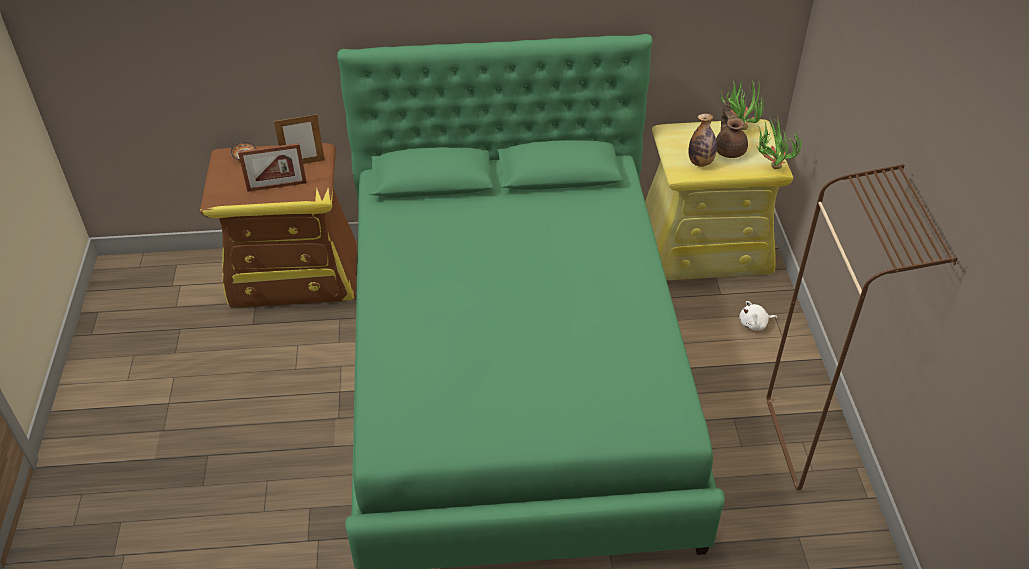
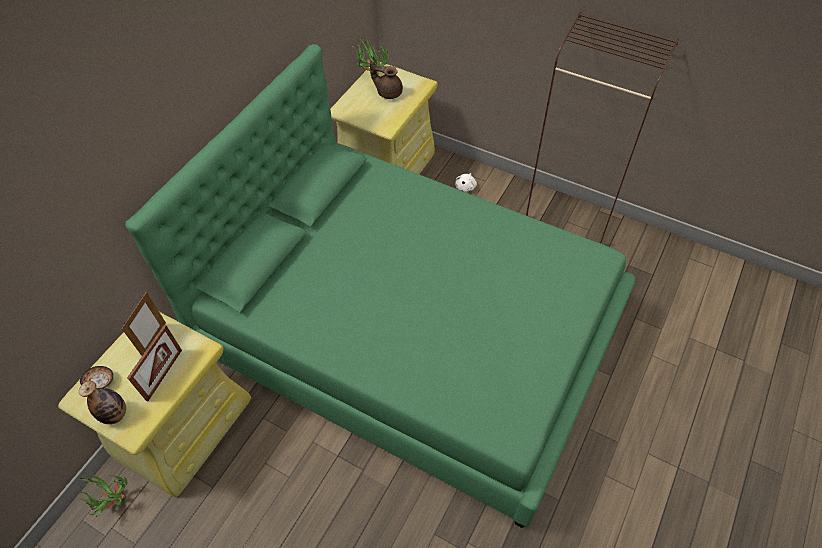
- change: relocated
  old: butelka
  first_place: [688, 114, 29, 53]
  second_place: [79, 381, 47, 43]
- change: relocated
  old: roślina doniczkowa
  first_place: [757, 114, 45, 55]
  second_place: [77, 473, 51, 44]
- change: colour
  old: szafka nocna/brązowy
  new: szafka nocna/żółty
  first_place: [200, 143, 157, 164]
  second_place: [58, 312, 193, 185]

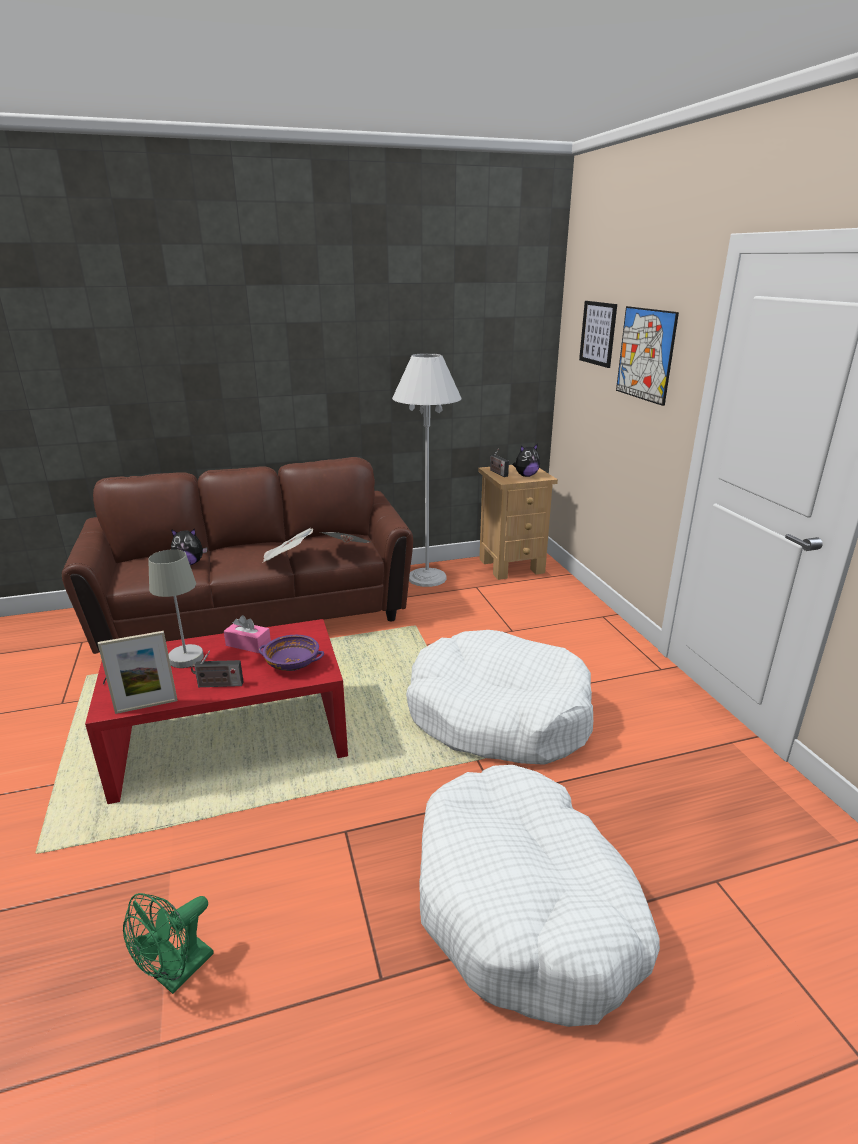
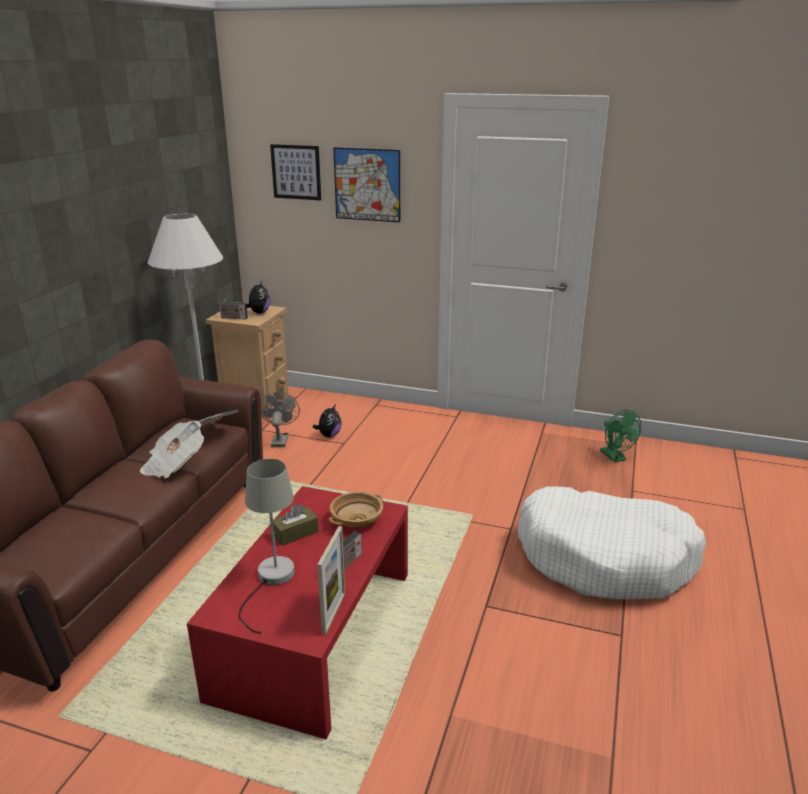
- change: relocated
  old: pluszak
  first_place: [171, 529, 36, 36]
  second_place: [313, 404, 29, 33]
- change: colour
  old: pudełko chusteczek/różowy
  new: pudełko chusteczek/brązowy
  first_place: [224, 615, 47, 38]
  second_place: [273, 504, 46, 42]
- change: missing
  old: legowisko/biały
  first_place: [406, 630, 187, 135]
- change: colour
  old: miska/fioletowy
  new: miska/beżowy
  first_place: [259, 635, 65, 36]
  second_place: [329, 492, 54, 36]
- change: relocated
  old: wentylator/zielony
  first_place: [123, 893, 91, 101]
  second_place: [600, 410, 41, 53]
- change: appeared
  new: wentylator/szary
  second_place: [261, 392, 39, 55]

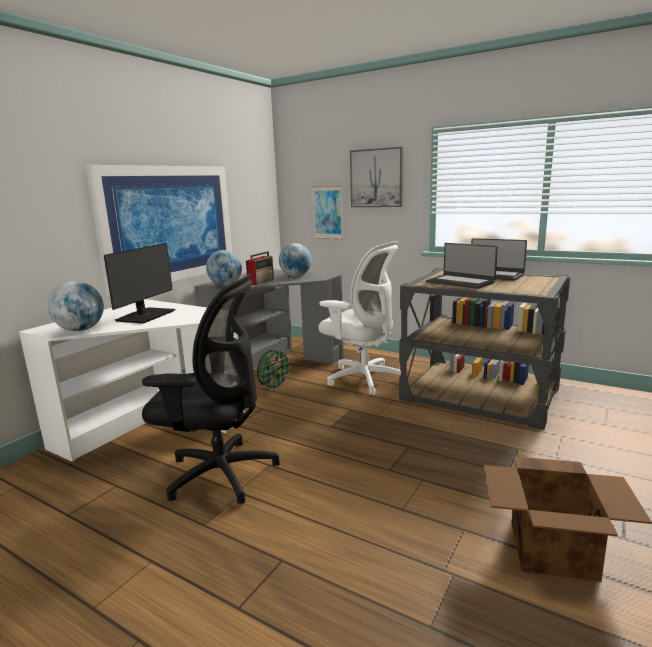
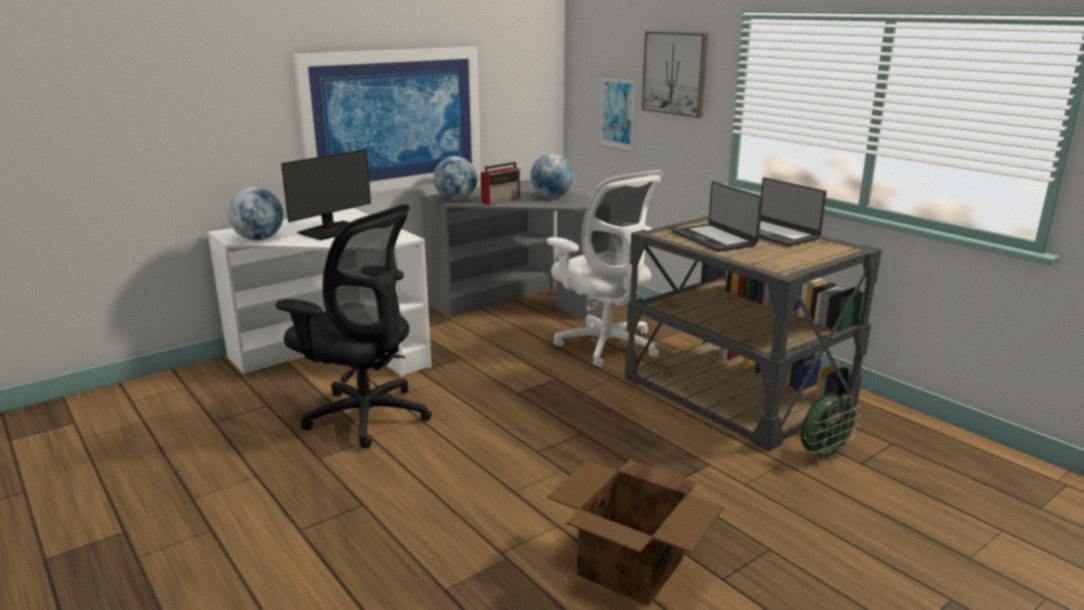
- change: relocated
  old: wentylator/zielony
  first_place: [257, 349, 35, 42]
  second_place: [801, 393, 60, 69]

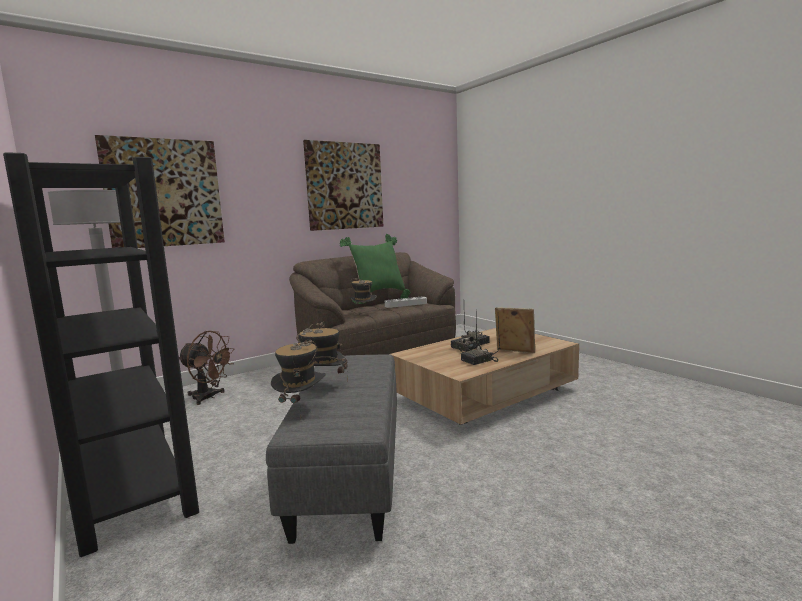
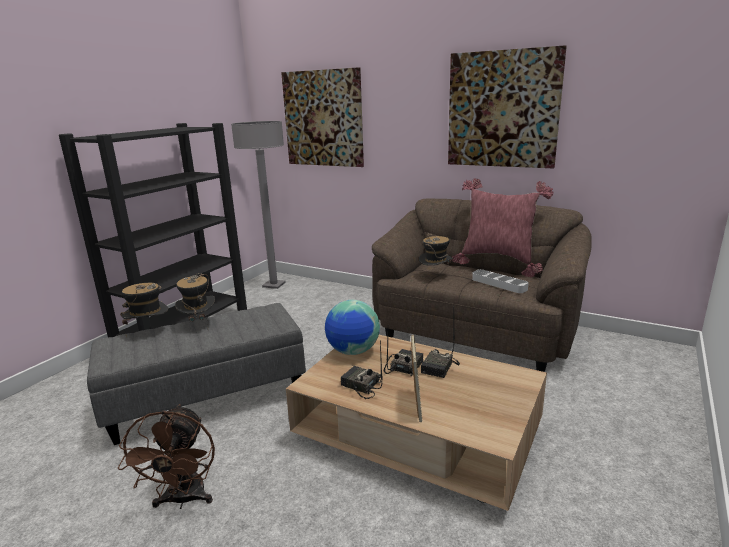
- change: colour
  old: poduszka/zielony
  new: poduszka/czerwony
  first_place: [339, 234, 72, 70]
  second_place: [452, 178, 102, 100]
- change: relocated
  old: wentylator/brązowy
  first_place: [179, 331, 56, 74]
  second_place: [118, 404, 97, 105]
- change: appeared
  new: globus
  second_place: [325, 300, 55, 55]

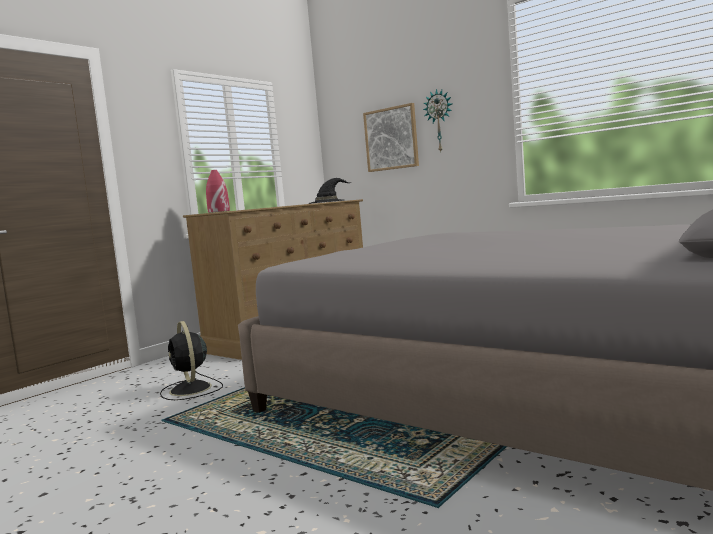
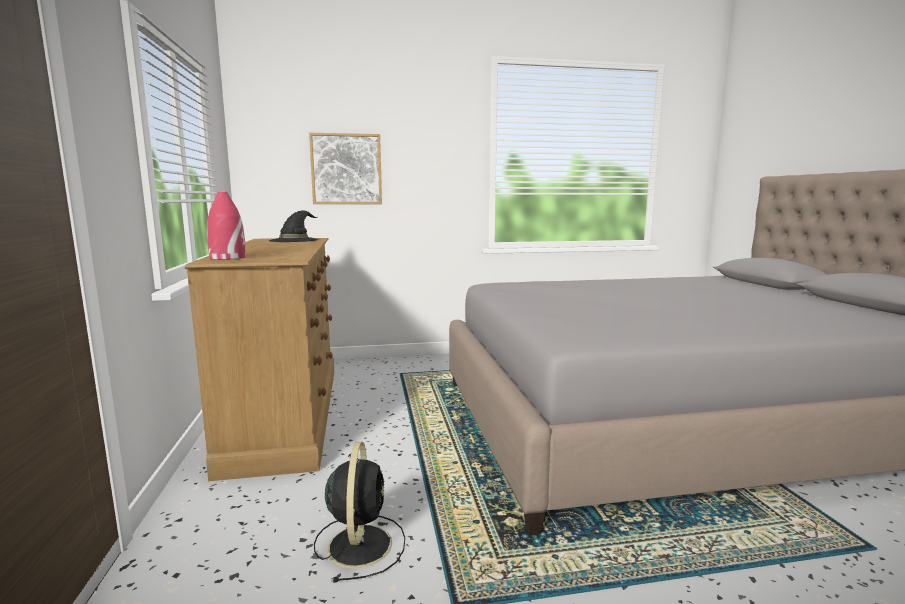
- change: missing
  old: zegar ścienny
  first_place: [423, 89, 29, 63]
- change: spun
  old: wentylator/czarny
  first_place: [160, 321, 63, 79]
  second_place: [314, 442, 91, 141]
  degrees: -105

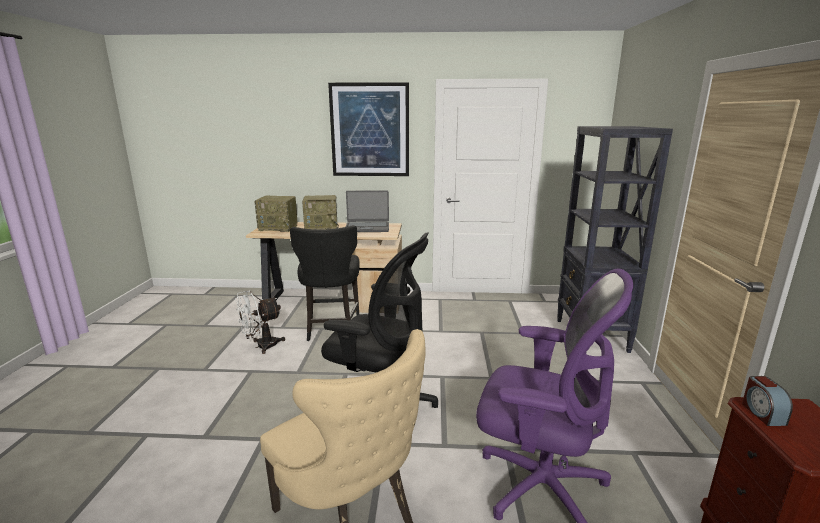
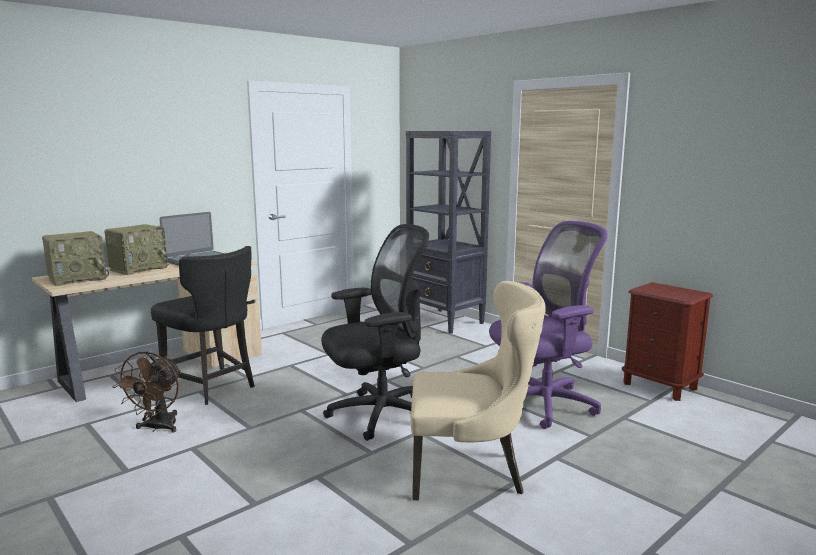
- change: missing
  old: obraz
  first_place: [328, 82, 81, 94]
- change: colour
  old: wentylator/biały
  new: wentylator/brązowy
  first_place: [235, 290, 50, 64]
  second_place: [113, 351, 68, 82]
- change: missing
  old: budzik
  first_place: [742, 376, 51, 50]

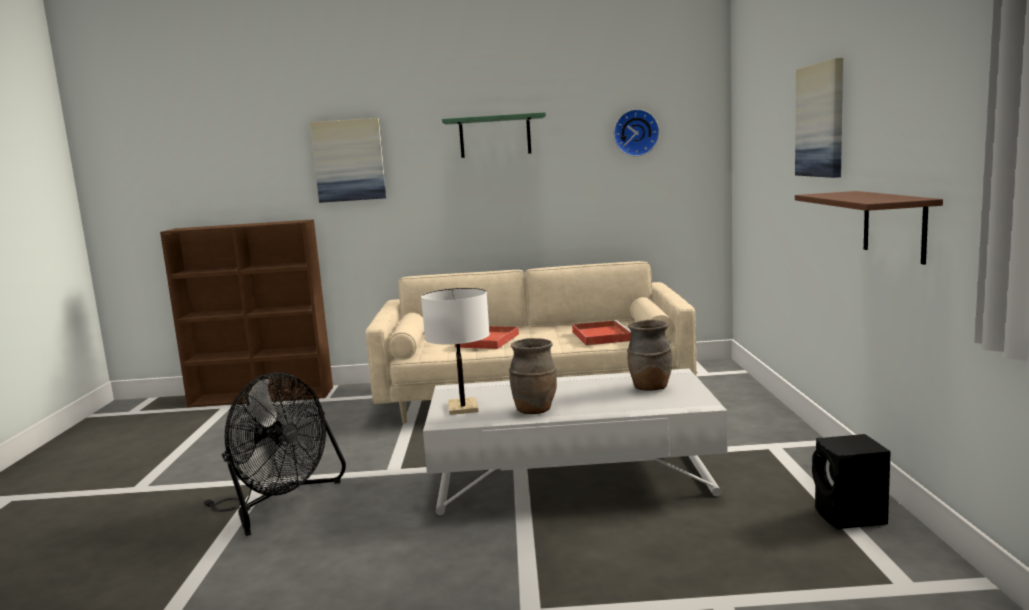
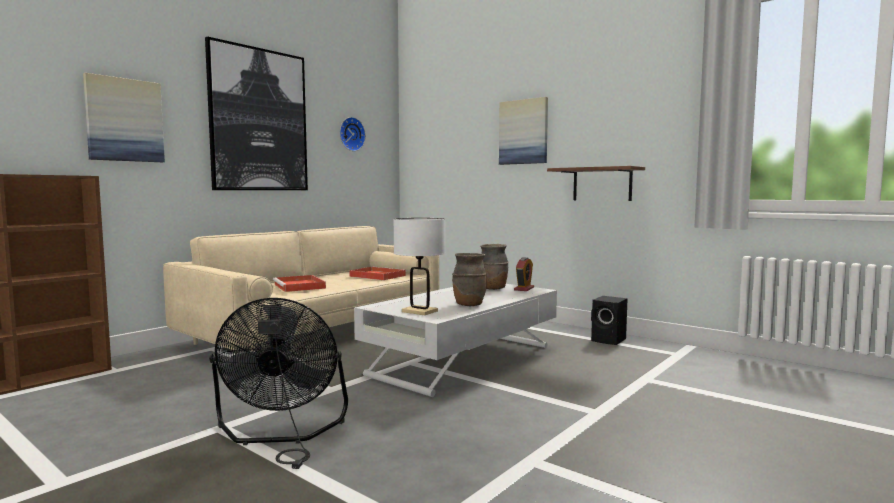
- change: exchanged
  old: półka/zielony
  new: obraz
  first_place: [442, 112, 104, 46]
  second_place: [205, 37, 103, 153]
- change: spun
  old: wentylator/czarny
  first_place: [204, 372, 142, 164]
  second_place: [209, 298, 139, 171]
  degrees: -75
- change: appeared
  new: budzik
  second_place: [514, 257, 20, 34]

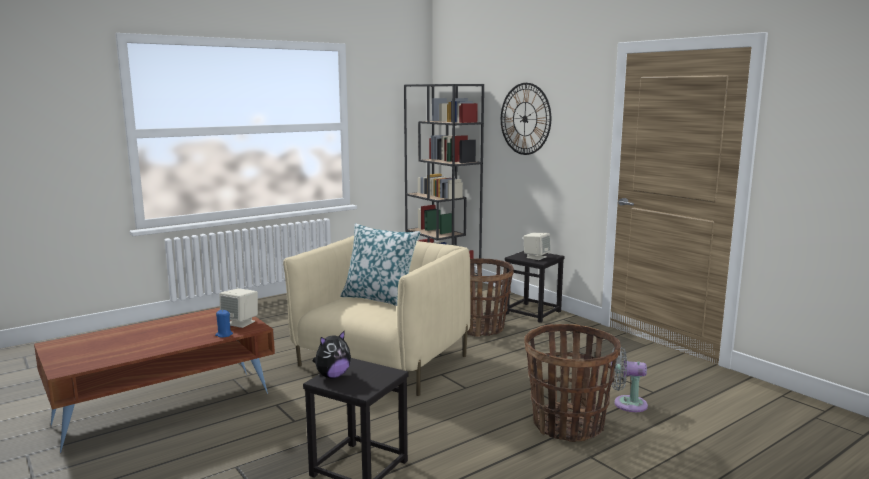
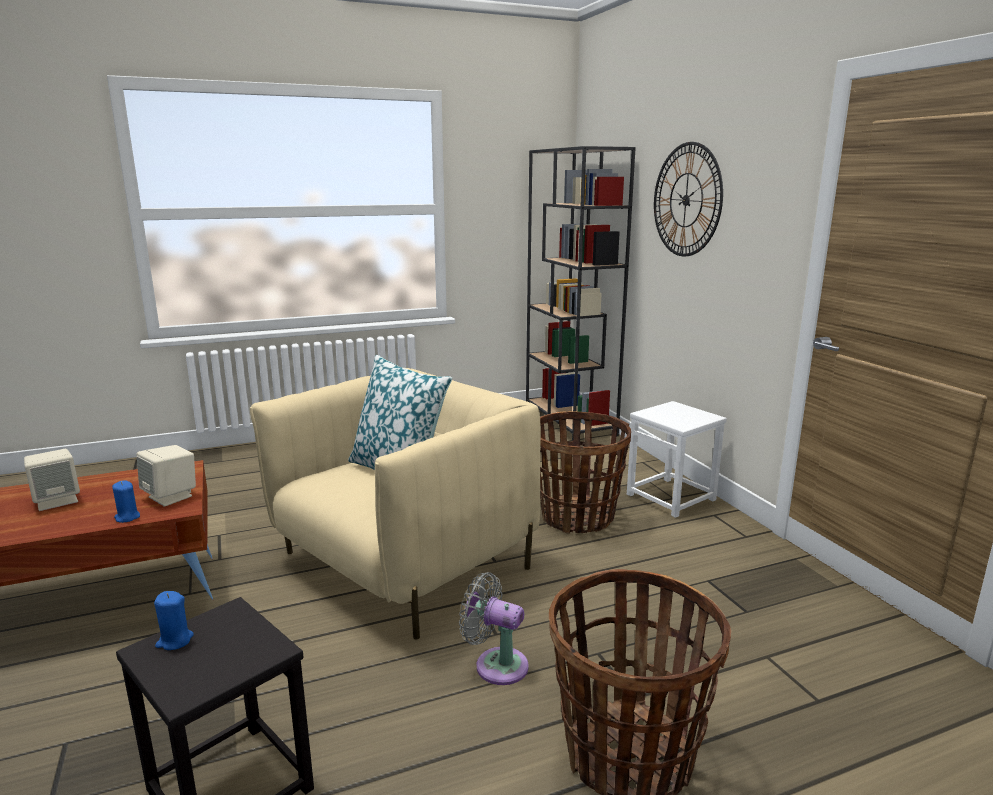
- change: relocated
  old: głośnik/beżowy
  first_place: [523, 233, 27, 27]
  second_place: [24, 449, 56, 62]
- change: colour
  old: stołek/czarny
  new: stołek/biały
  first_place: [504, 251, 61, 72]
  second_place: [627, 401, 100, 117]
- change: exchanged
  old: pluszak
  new: świeca/niebieski
  first_place: [313, 330, 38, 49]
  second_place: [154, 591, 40, 59]
- change: relocated
  old: wentylator/szary
  first_place: [611, 347, 37, 65]
  second_place: [459, 572, 70, 113]

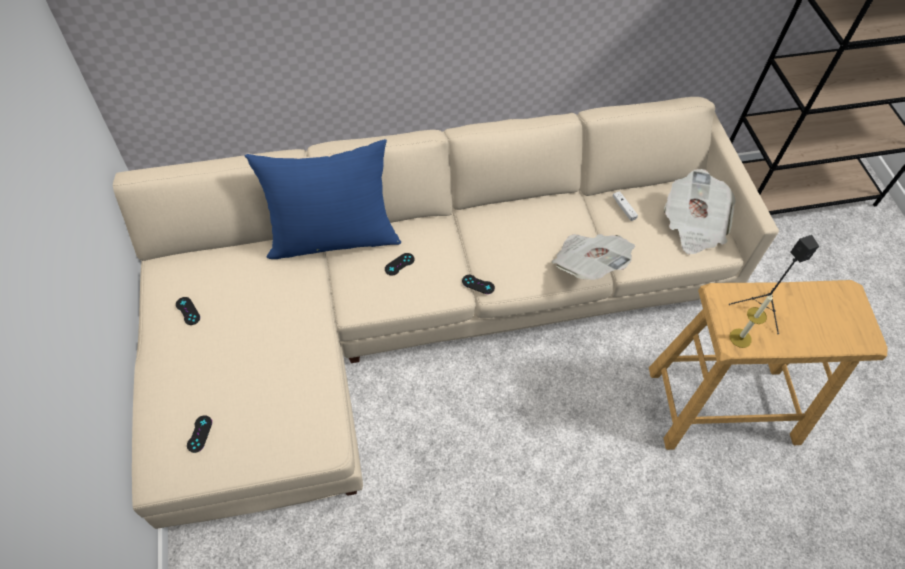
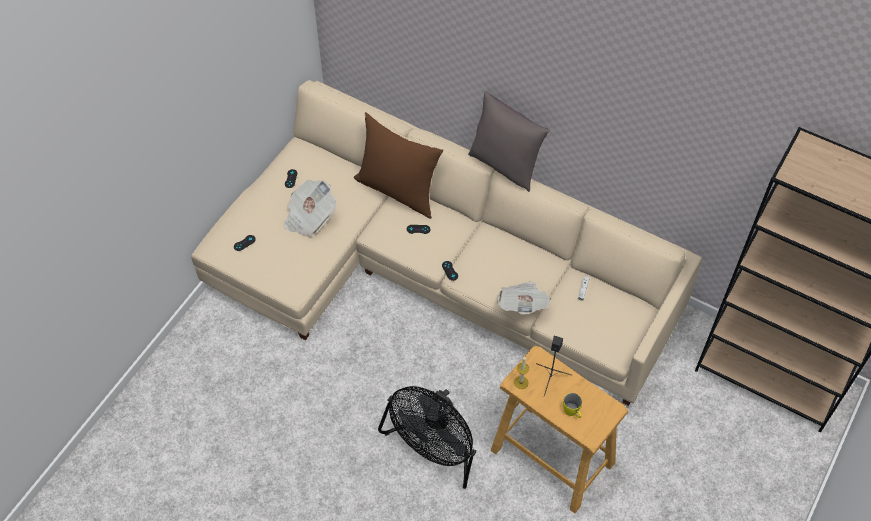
- change: colour
  old: poduszka/niebieski
  new: poduszka/brązowy
  first_place: [245, 139, 156, 120]
  second_place: [354, 112, 89, 107]
- change: relocated
  old: gazeta
  first_place: [664, 169, 72, 86]
  second_place: [283, 180, 53, 57]
- change: appeared
  new: poduszka/szary
  second_place: [468, 91, 81, 101]
- change: appeared
  new: wentylator/czarny
  second_place: [378, 386, 98, 103]
- change: appeared
  new: kubek/żółty
  second_place: [563, 393, 19, 25]

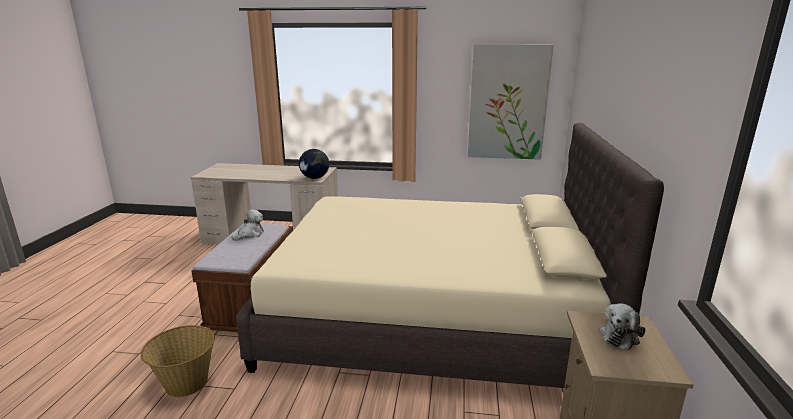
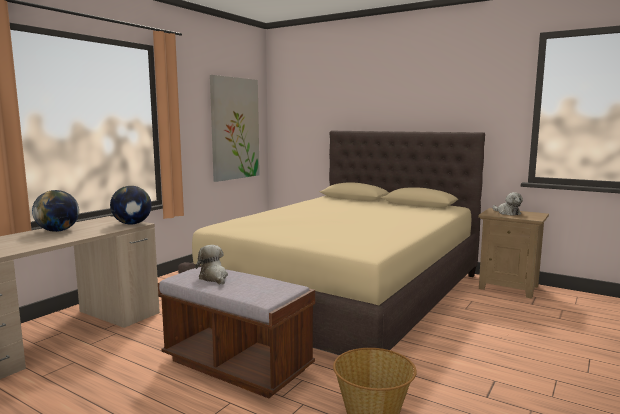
- change: appeared
  new: globus
  second_place: [32, 190, 47, 42]

